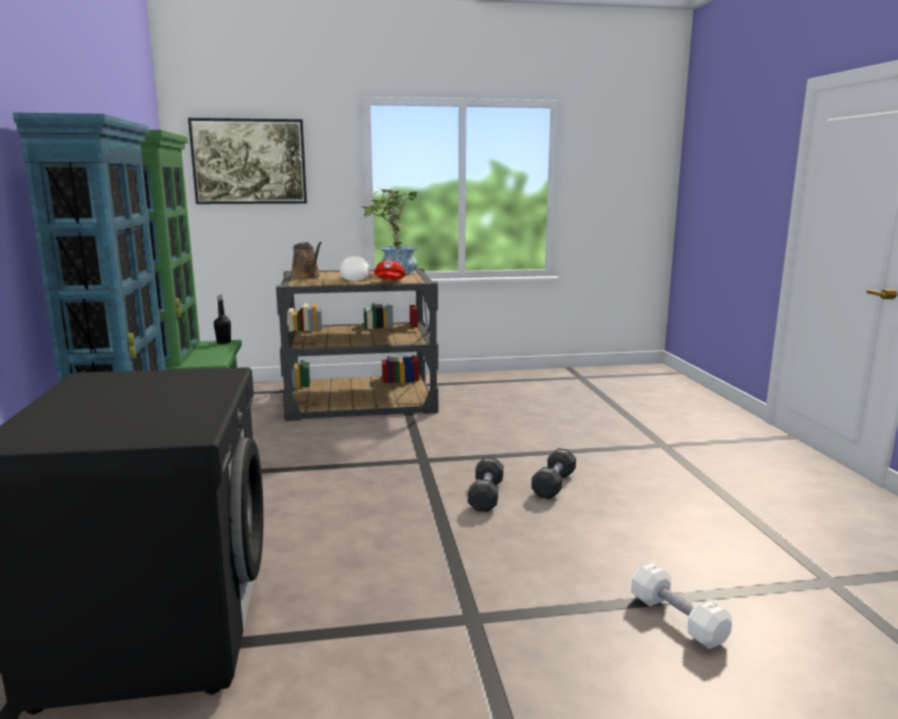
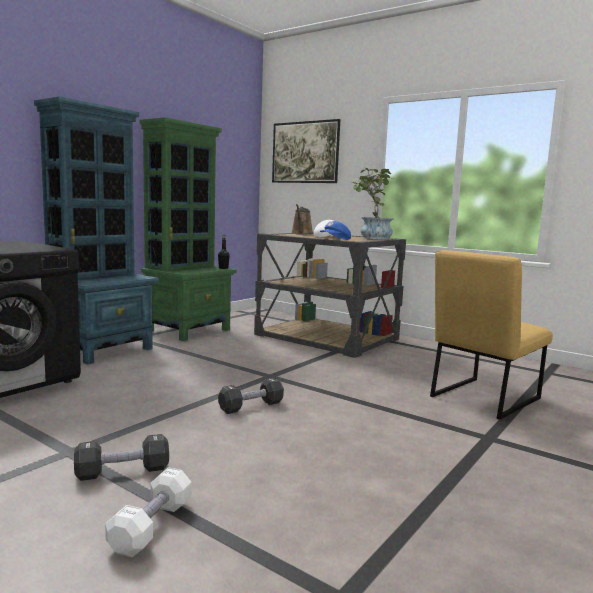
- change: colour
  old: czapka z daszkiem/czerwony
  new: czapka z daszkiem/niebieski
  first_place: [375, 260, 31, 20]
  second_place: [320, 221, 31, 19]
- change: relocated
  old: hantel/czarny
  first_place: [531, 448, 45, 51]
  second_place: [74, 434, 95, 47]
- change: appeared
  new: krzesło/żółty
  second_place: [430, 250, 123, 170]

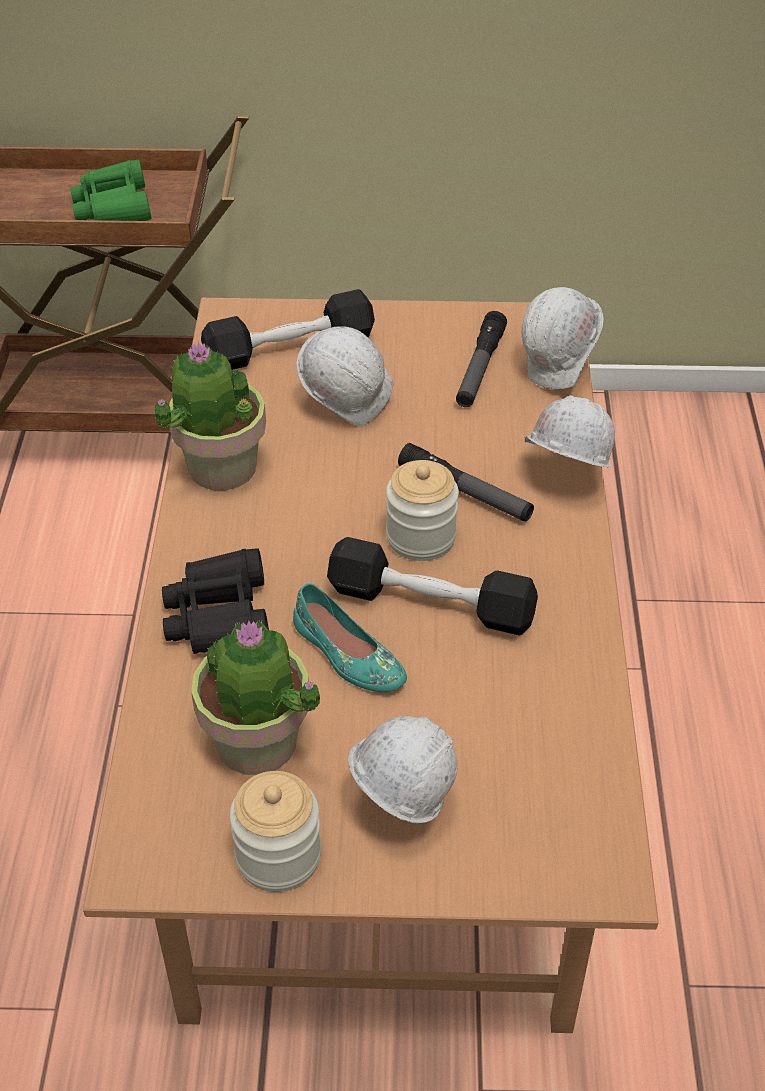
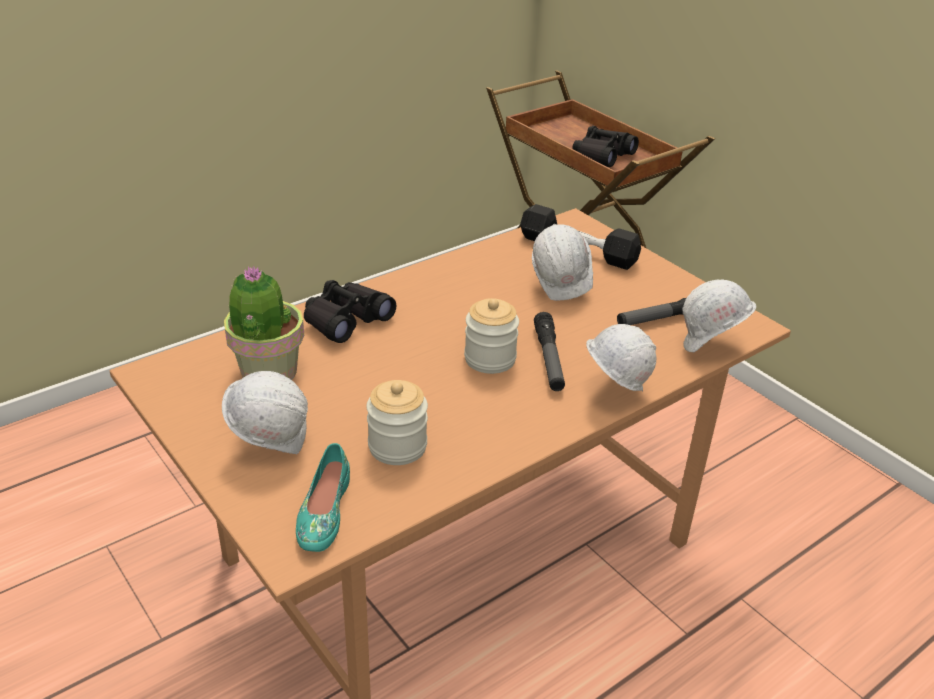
- change: colour
  old: lornetka/zielony
  new: lornetka/czarny
  first_place: [70, 160, 82, 61]
  second_place: [573, 126, 66, 41]
- change: missing
  old: roślina doniczkowa
  first_place: [154, 342, 112, 148]
- change: missing
  old: hantel/czarny
  first_place: [327, 537, 211, 99]
- change: relocated
  old: but/turkusowy
  first_place: [293, 583, 114, 109]
  second_place: [296, 443, 54, 109]
- change: relocated
  old: słoik
  first_place: [230, 771, 91, 121]
  second_place: [366, 380, 62, 85]

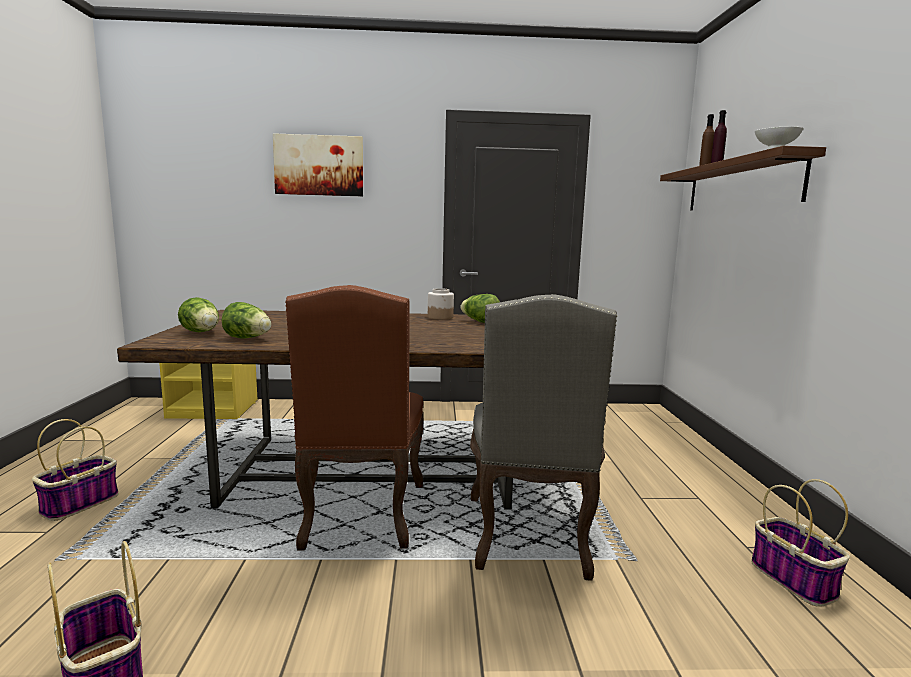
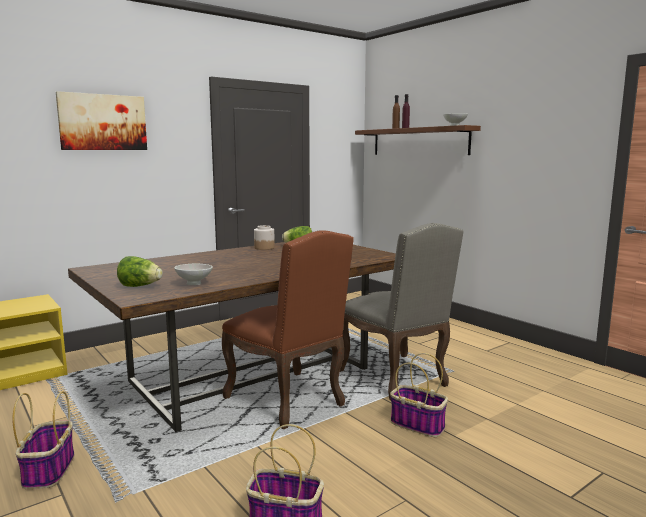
- change: exchanged
  old: sałata
  new: miska/biały
  first_place: [221, 302, 50, 37]
  second_place: [174, 264, 39, 21]
- change: relocated
  old: koszyk
  first_place: [751, 479, 99, 128]
  second_place: [390, 353, 58, 84]

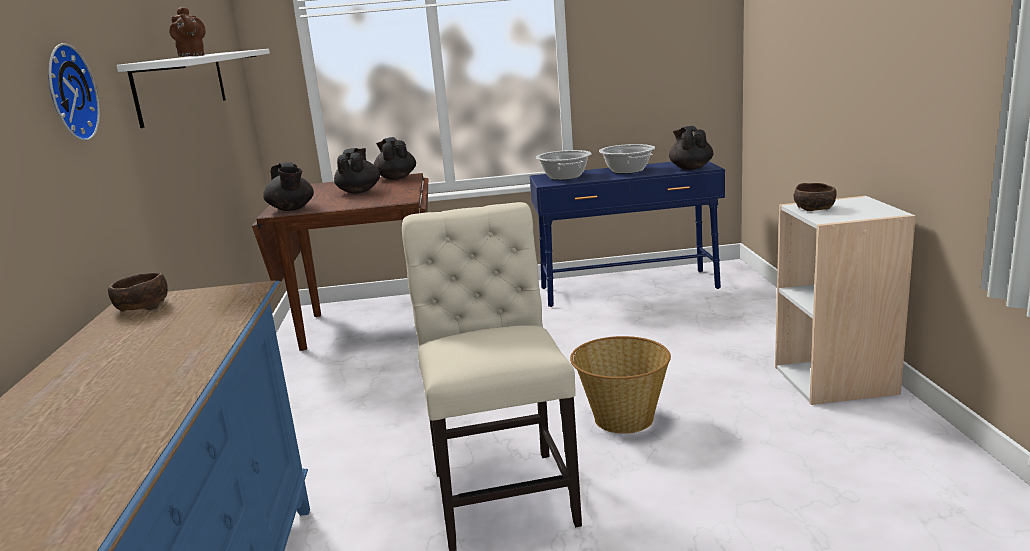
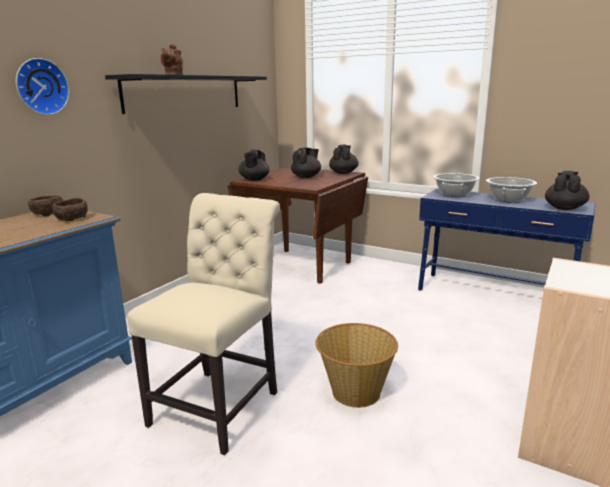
- change: colour
  old: półka/biały
  new: półka/czarny
  first_place: [116, 49, 154, 79]
  second_place: [105, 74, 162, 40]
- change: relocated
  old: miska/brązowy
  first_place: [794, 183, 43, 28]
  second_place: [52, 198, 36, 23]

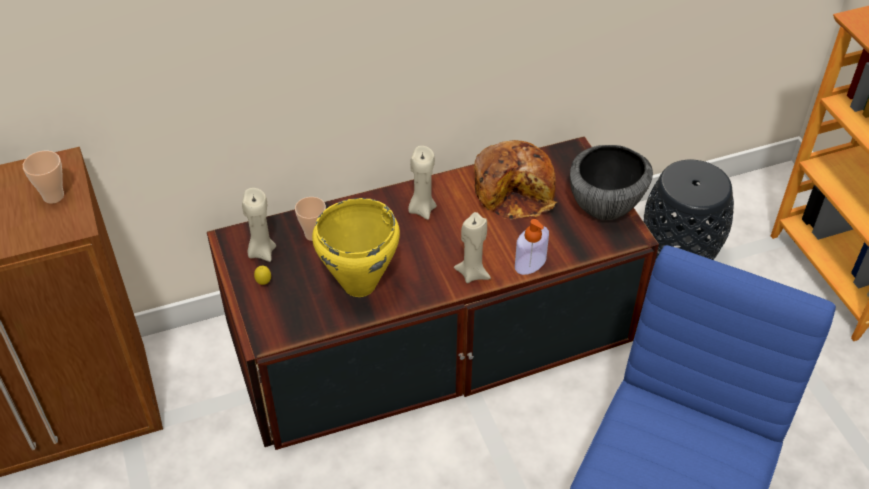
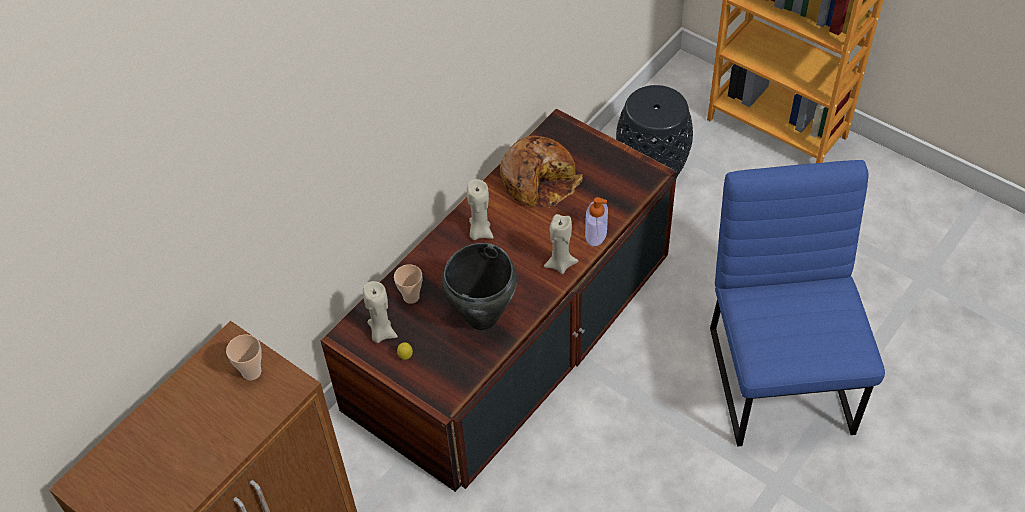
- change: missing
  old: miska
  first_place: [570, 145, 83, 75]
- change: colour
  old: garnek/żółty
  new: garnek/czarny
  first_place: [312, 198, 88, 99]
  second_place: [441, 243, 76, 87]

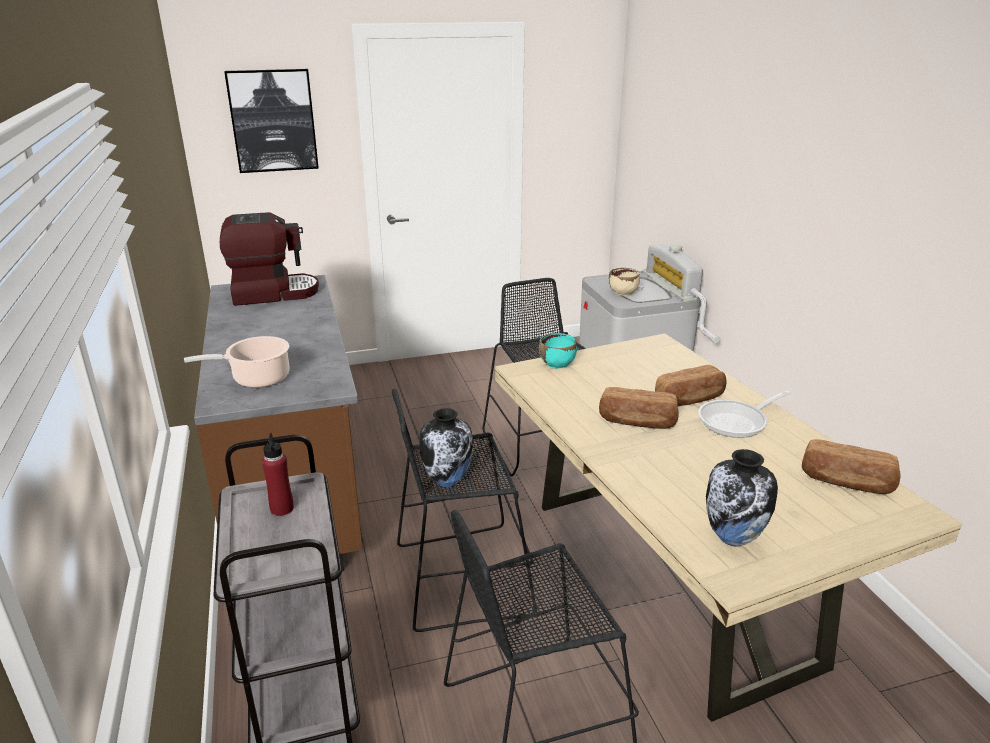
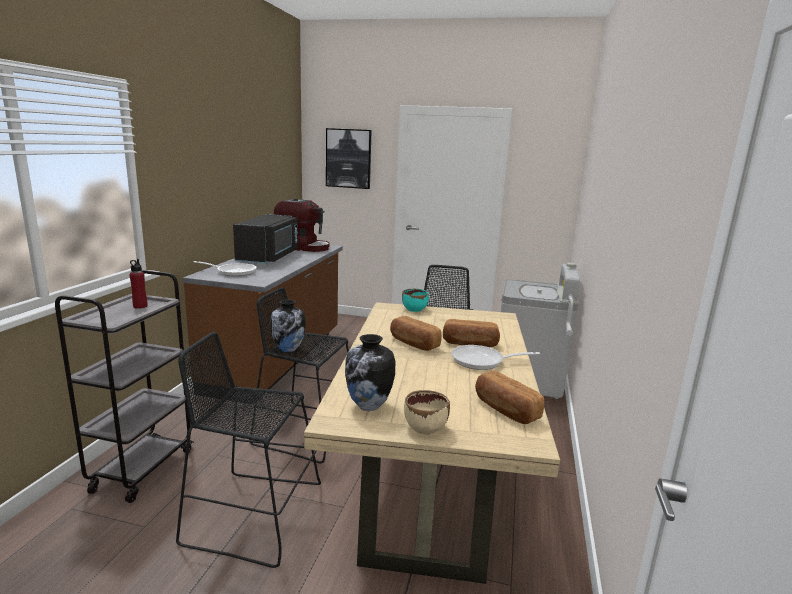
- change: relocated
  old: miska/beżowy
  first_place: [609, 268, 31, 27]
  second_place: [404, 390, 46, 45]
- change: exchanged
  old: garnek
  new: patelnia
  first_place: [184, 336, 106, 52]
  second_place: [194, 261, 63, 15]
- change: appeared
  new: mikrofalówka/czarny
  second_place: [233, 214, 65, 50]

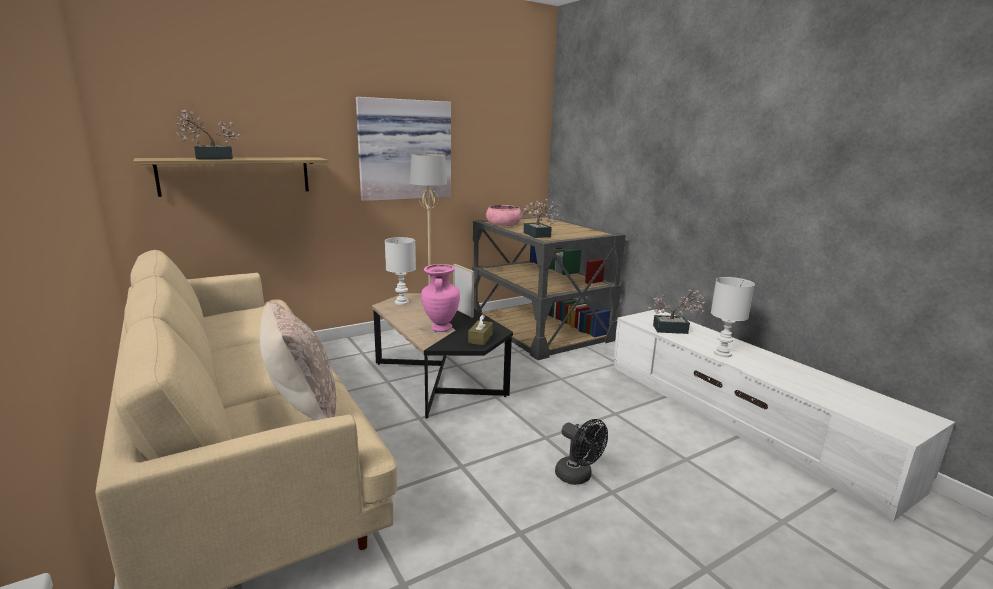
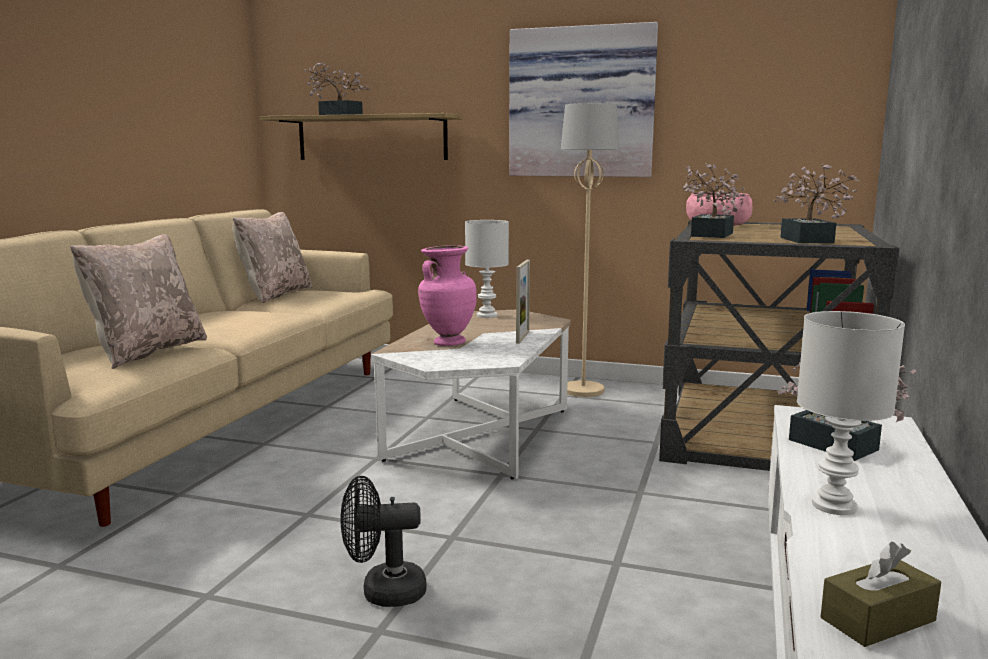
- change: colour
  old: ława/czarny
  new: ława/biały
  first_place: [372, 293, 141, 125]
  second_place: [371, 310, 200, 169]
- change: relocated
  old: pudełko chusteczek/brązowy
  first_place: [468, 314, 25, 31]
  second_place: [821, 542, 120, 105]
- change: spun
  old: wentylator/czarny
  first_place: [555, 419, 53, 66]
  second_place: [340, 476, 86, 131]
  degrees: 75
- change: appeared
  new: roślina doniczkowa
  second_place: [774, 164, 85, 79]
- change: appeared
  new: poduszka/beżowy
  second_place: [233, 212, 79, 91]

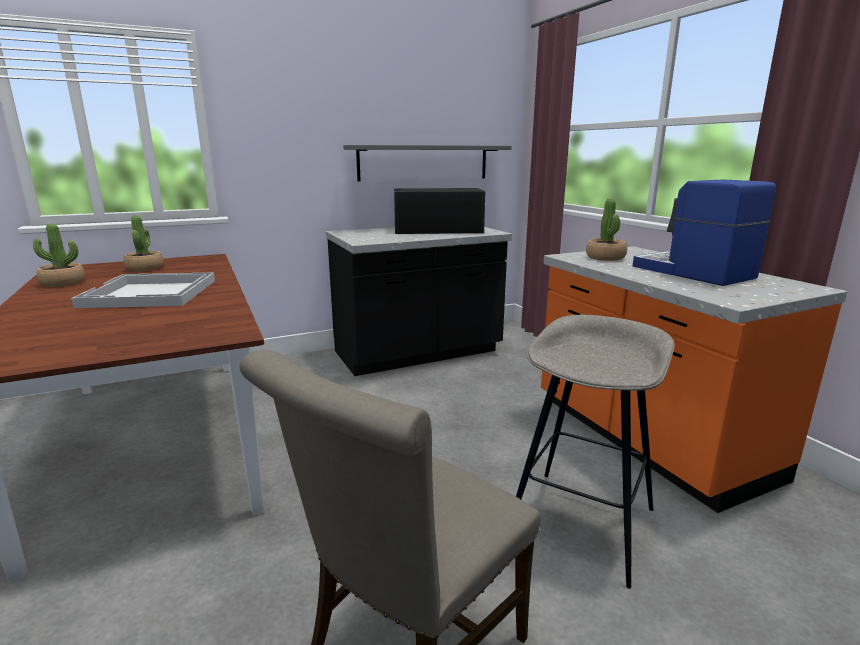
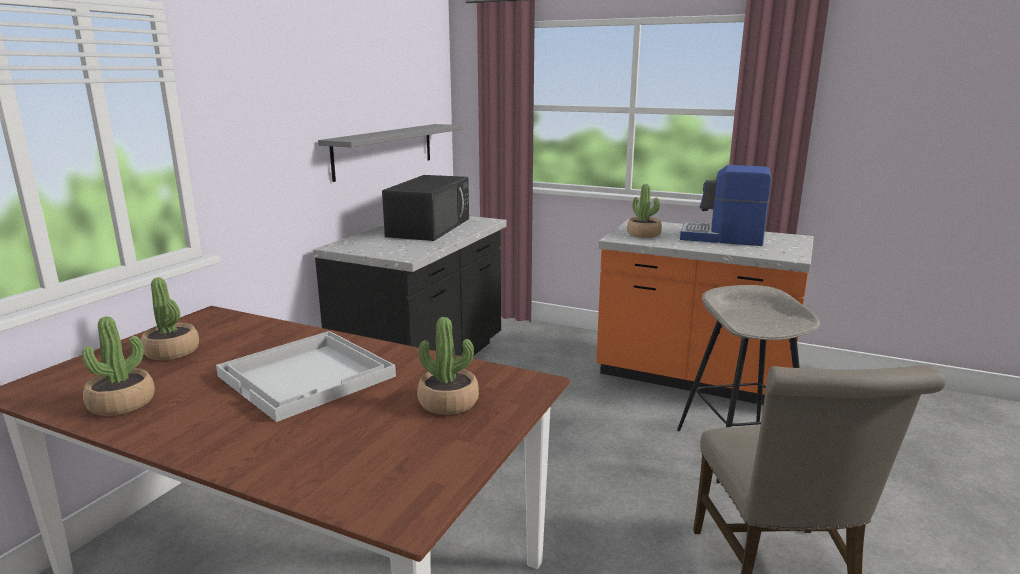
- change: spun
  old: mikrofalówka/czarny
  first_place: [394, 188, 92, 46]
  second_place: [382, 175, 87, 66]
  degrees: 150
- change: appeared
  new: roślina doniczkowa
  second_place: [417, 317, 62, 98]

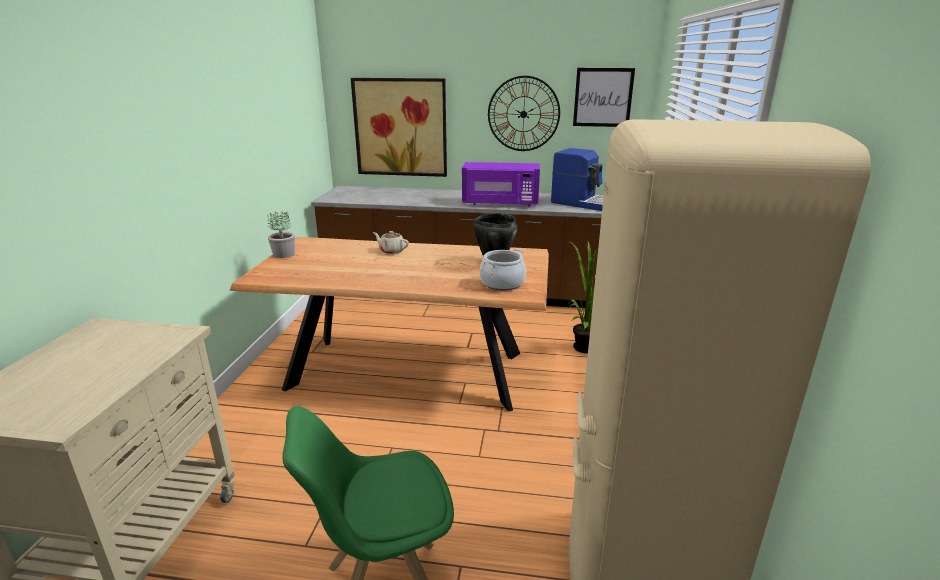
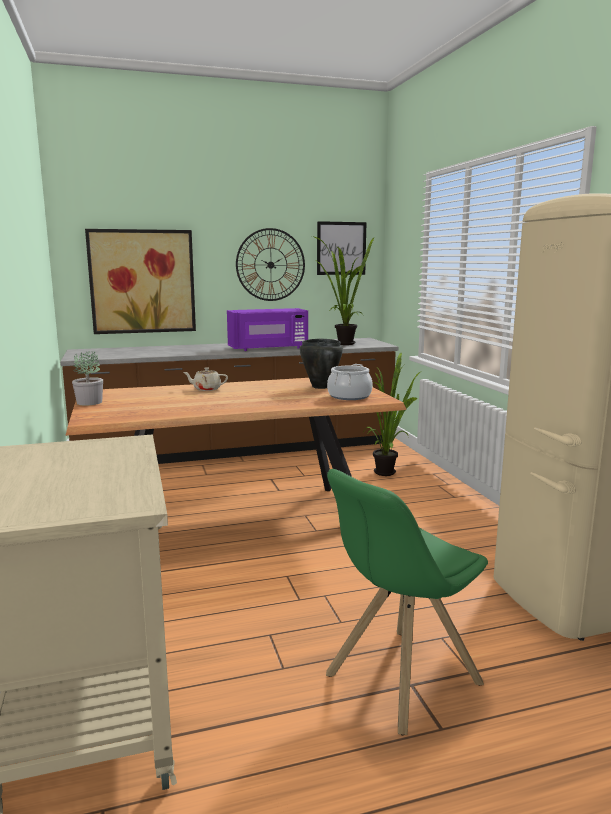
- change: exchanged
  old: ekspres do kawy
  new: roślina doniczkowa
  first_place: [551, 148, 53, 63]
  second_place: [312, 236, 62, 109]

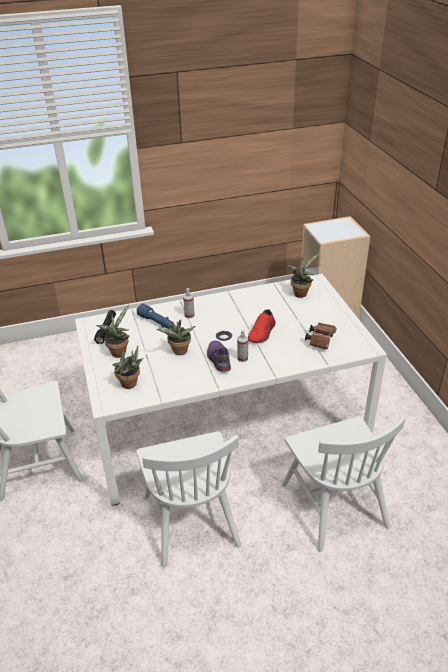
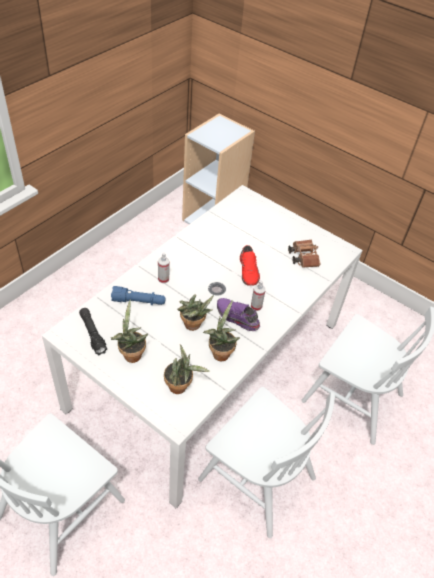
- change: relocated
  old: roślina doniczkowa
  first_place: [287, 253, 32, 45]
  second_place: [203, 300, 37, 61]

